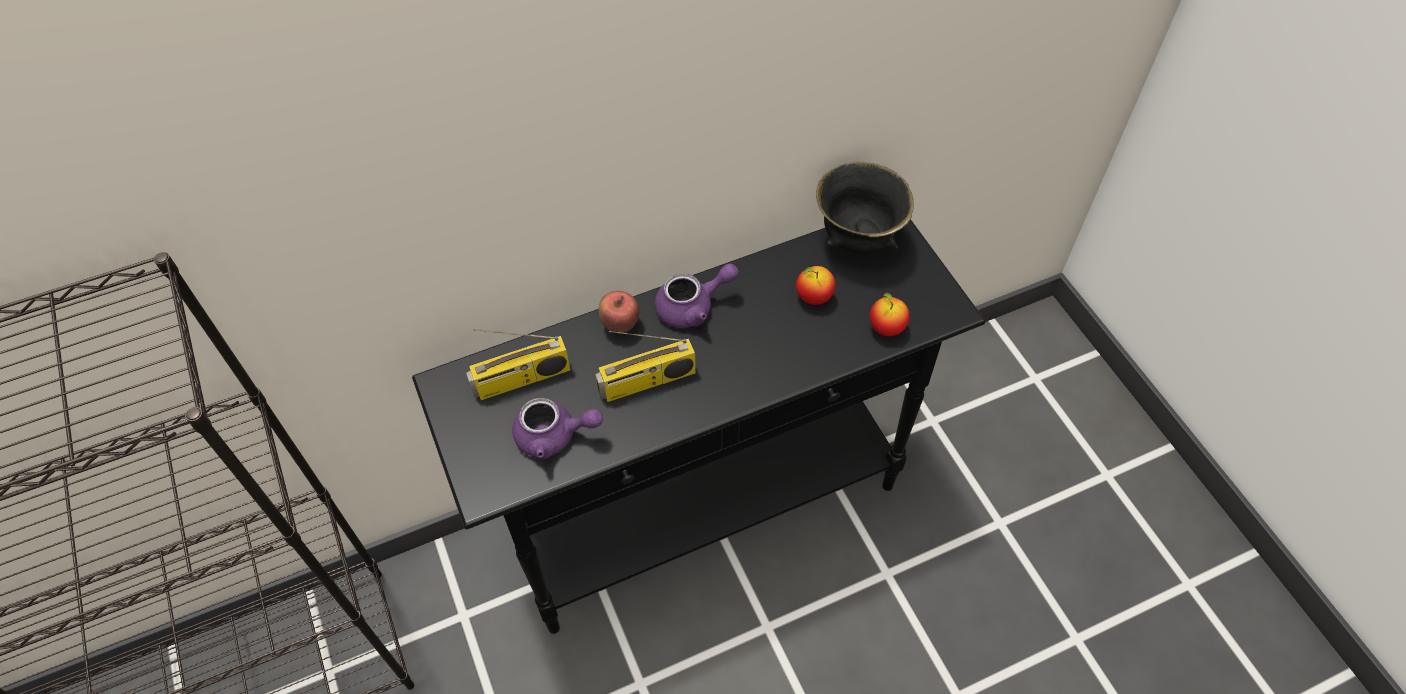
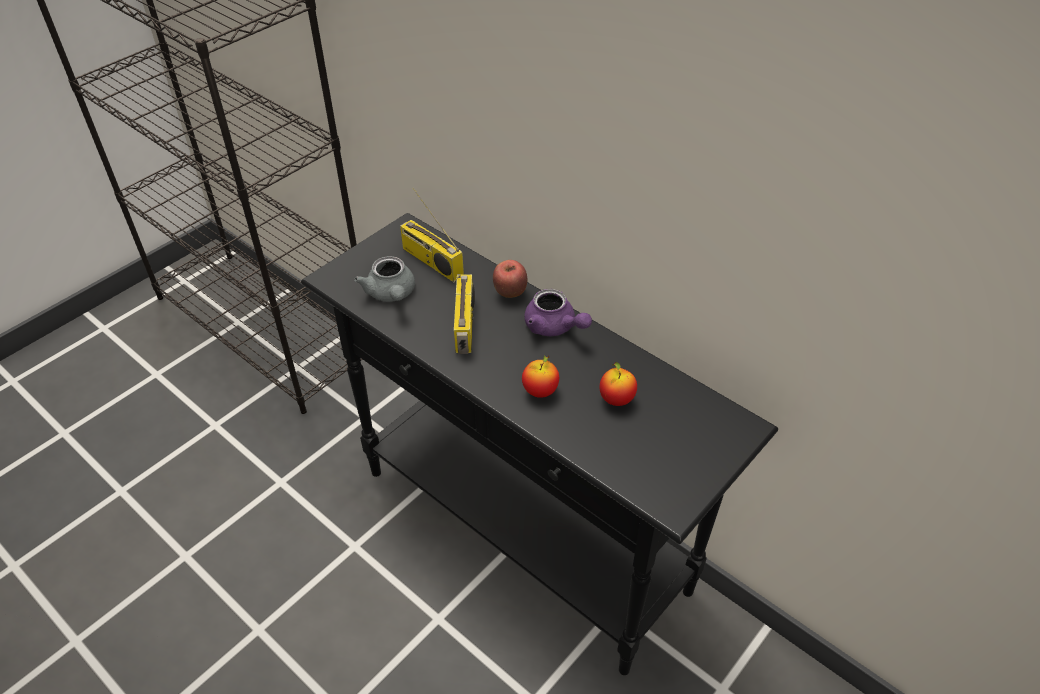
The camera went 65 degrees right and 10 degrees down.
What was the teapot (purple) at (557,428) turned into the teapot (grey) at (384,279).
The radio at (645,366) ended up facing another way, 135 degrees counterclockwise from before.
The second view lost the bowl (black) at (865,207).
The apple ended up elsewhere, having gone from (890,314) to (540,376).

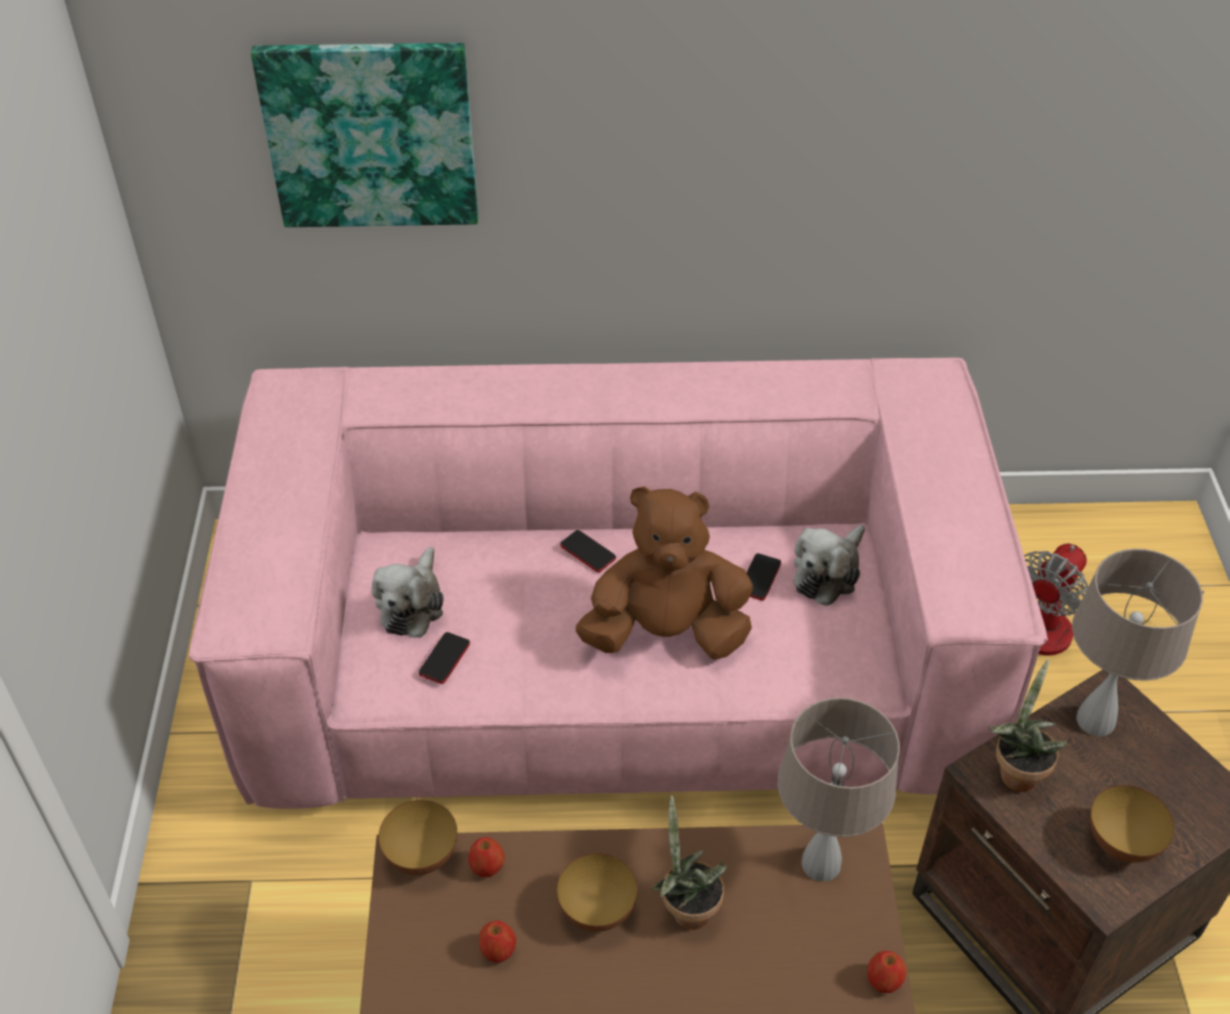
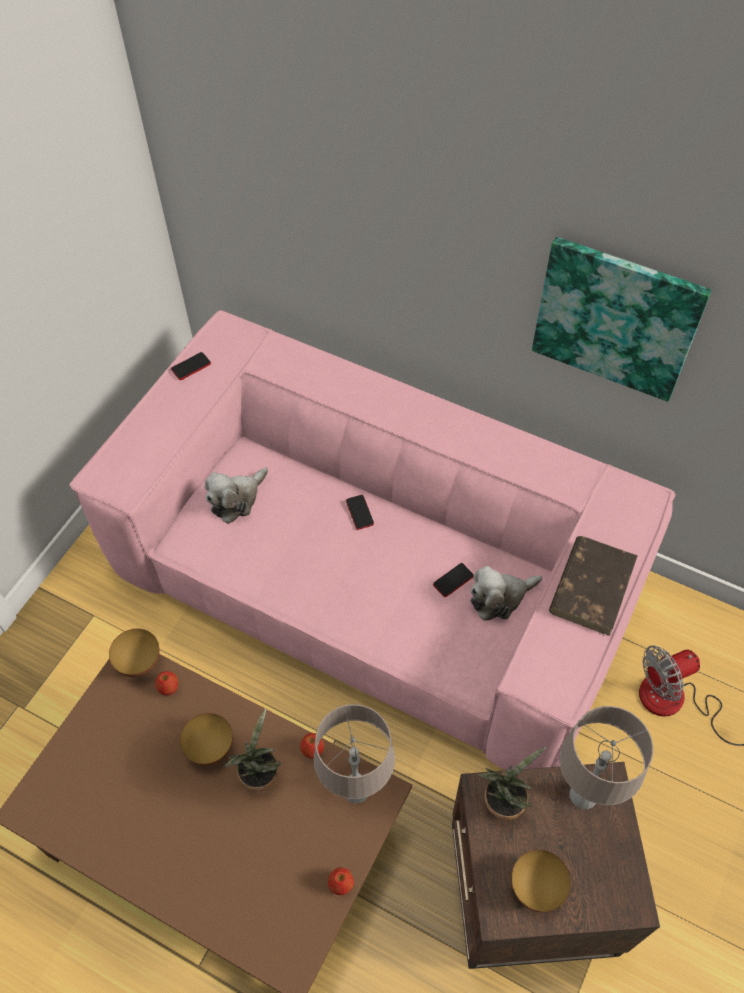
The camera went 30 degrees right and 10 degrees up.
The picture ended up elsewhere, having gone from (364,135) to (622,319).
The phone ended up elsewhere, having gone from (444,658) to (191,366).
The apple ended up elsewhere, having gone from (497,941) to (312,745).
The second view lost the plush toy (brown) at (664,573).
The second view gained the book (brown) at (593,586).

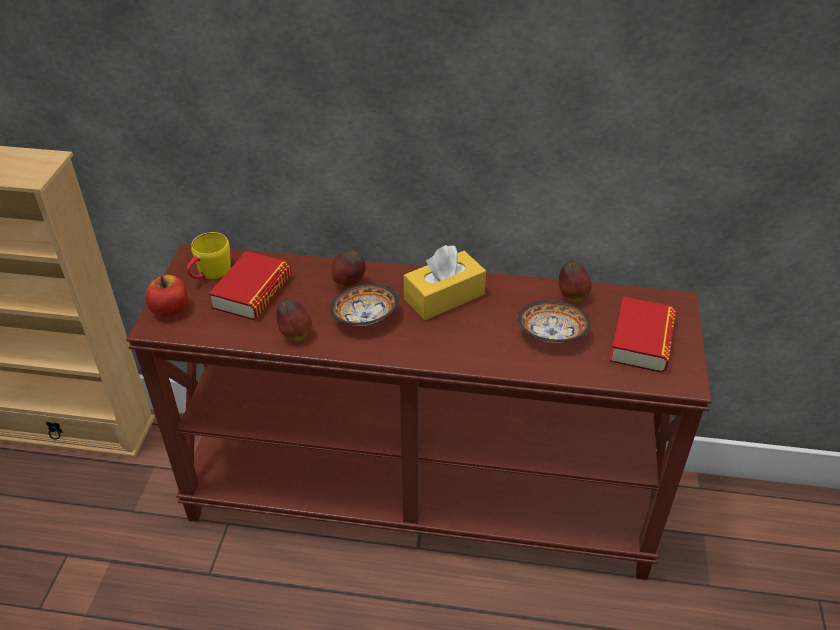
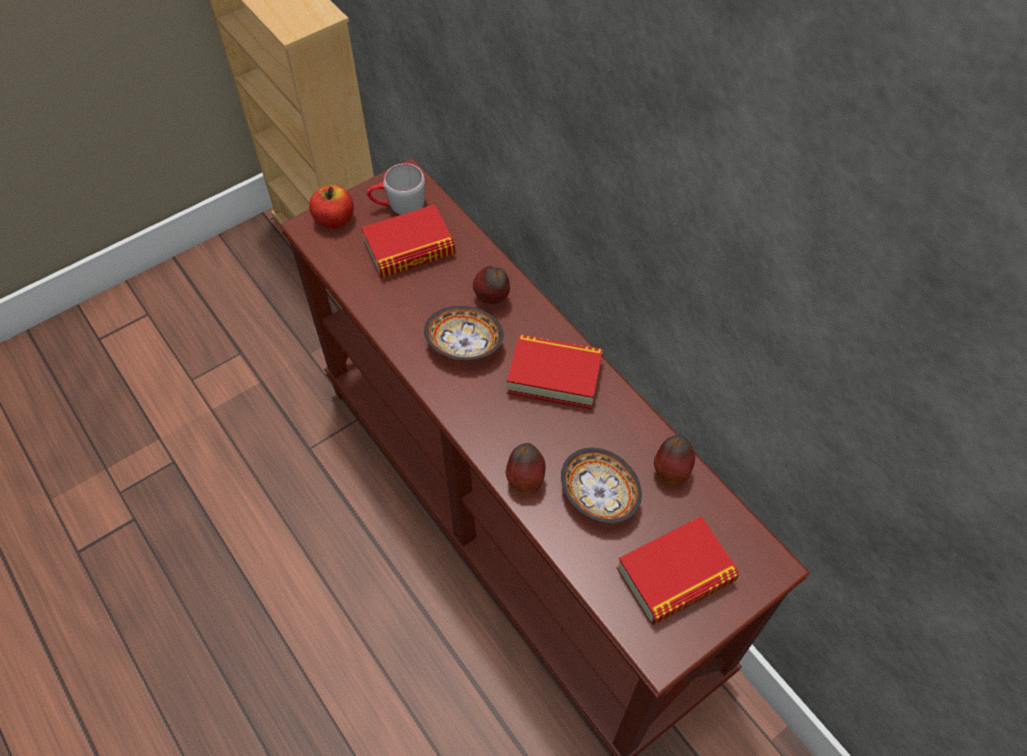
The camera went 45 degrees right and 15 degrees up.
What was the mug (yellow) at (208,255) turned into the mug (grey) at (396,189).
The apple ended up elsewhere, having gone from (294,320) to (526,468).
Where the tissue box (yellow) stood at (445,282), the book came to stand at (555,371).

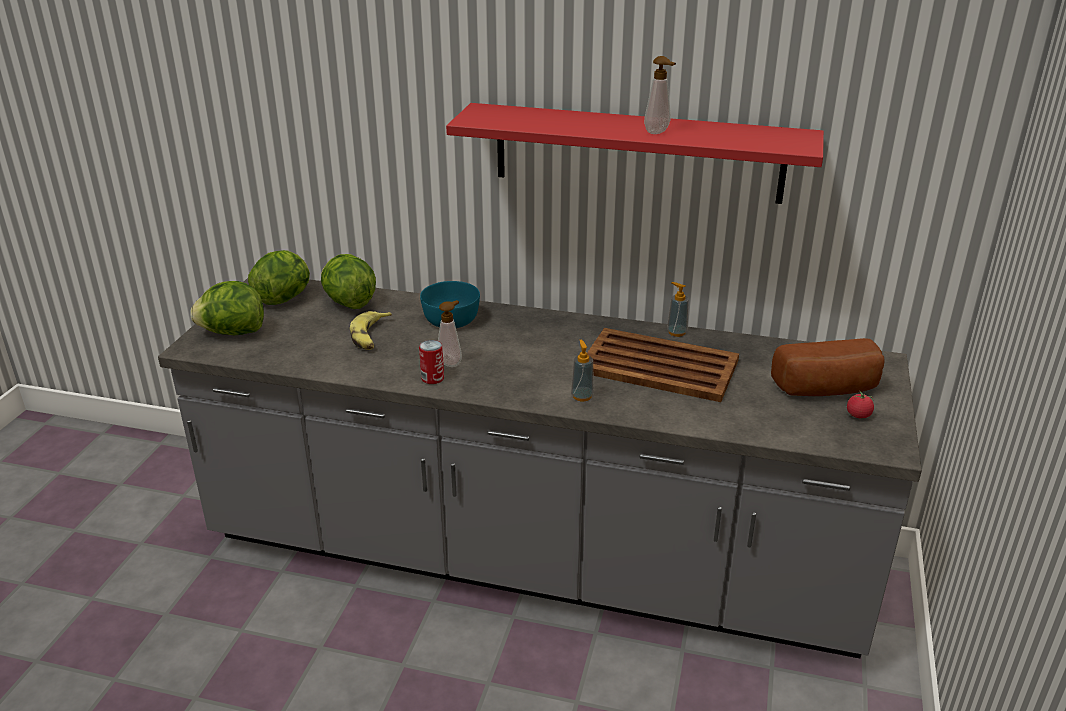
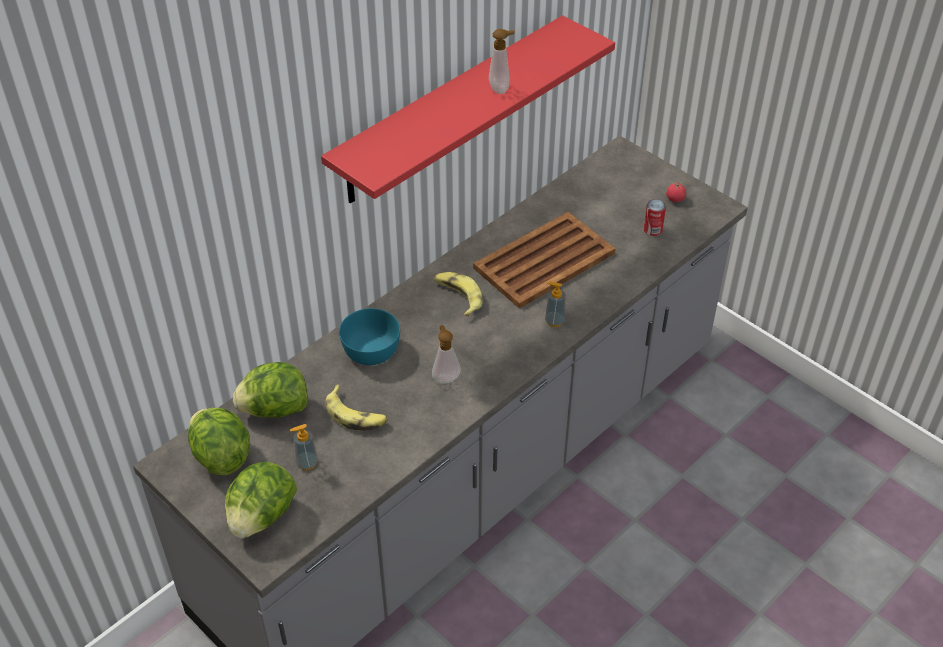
The camera went 60 degrees left and 15 degrees up.
The can ended up elsewhere, having gone from (431,362) to (654,217).
The soap dispenser ended up elsewhere, having gone from (678,309) to (304,447).
The second view lost the bread at (828,367).
The second view gained the banana at (458,294).

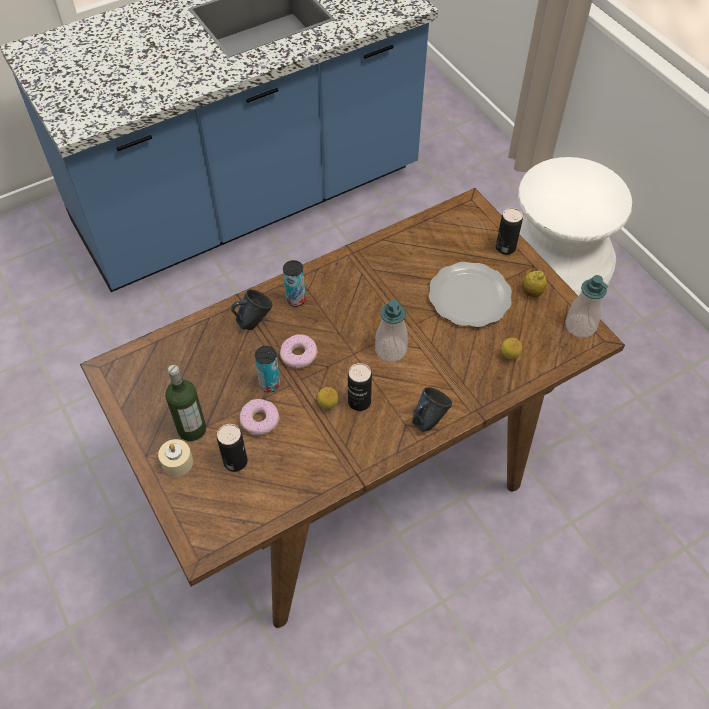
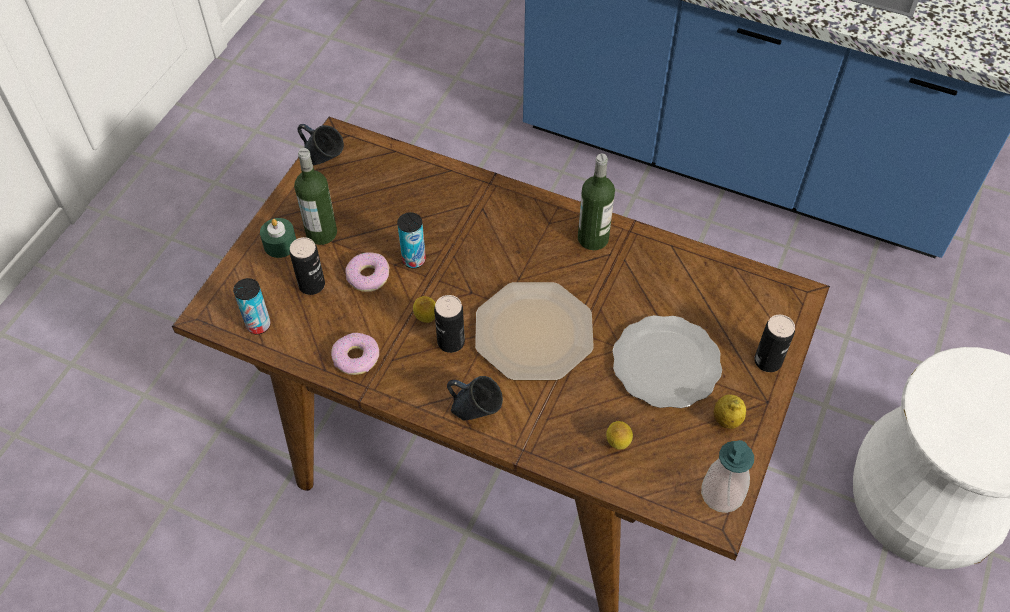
The camera went 55 degrees right and 0 degrees up.
What was the candle (beige) at (175,458) turned into the candle (green) at (278,238).
The mug (blue) ended up elsewhere, having gone from (252,309) to (320,144).
The donut ended up elsewhere, having gone from (299,351) to (355,354).
The can ended up elsewhere, having gone from (294,283) to (252,306).
Where the soap dispenser stood at (391,330), the plate came to stand at (534,331).
The second view gained the bottle at (596,202).

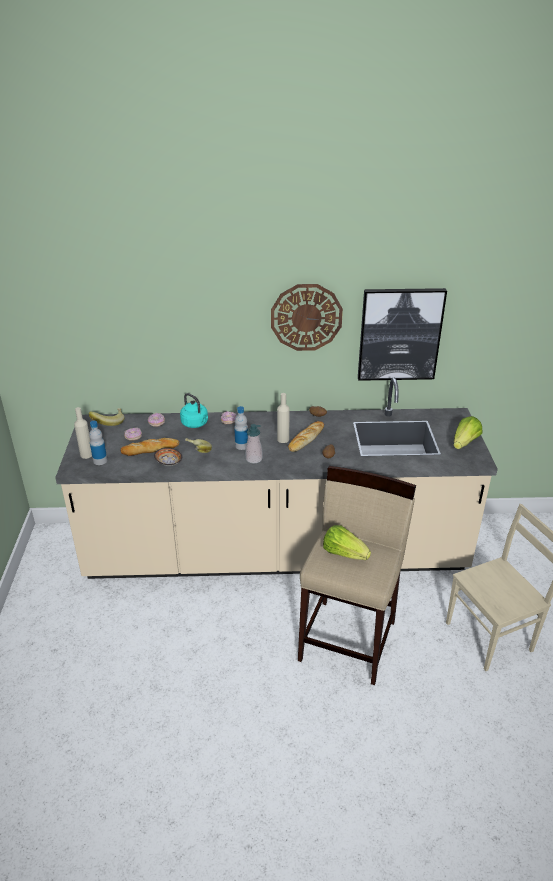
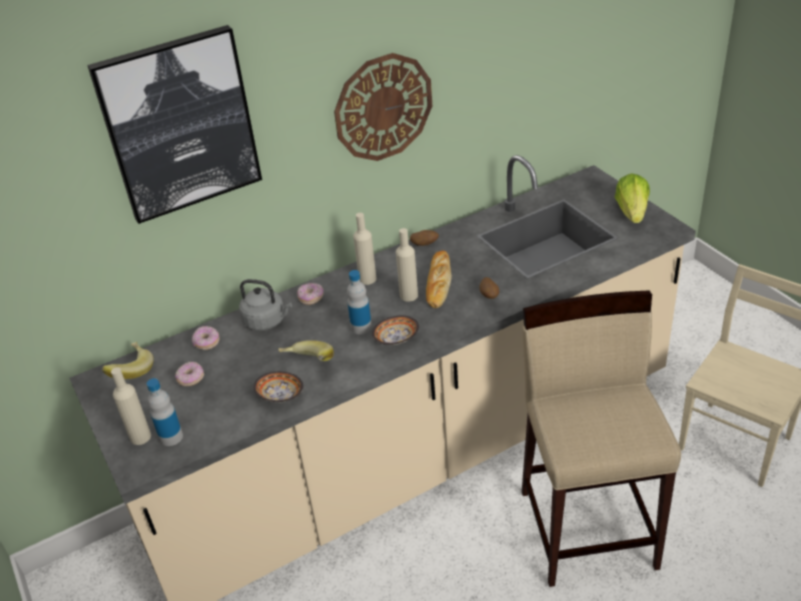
The camera went 25 degrees left and 5 degrees up.
The second view lost the bread at (150,447).
What was the kettle (turquoise) at (194,410) turned into the kettle (grey) at (265,305).
Where the soap dispenser stood at (254,444), the bowl came to stand at (395,330).
The second view lost the lettuce at (347,542).
The picture ended up elsewhere, having gone from (402,334) to (174,124).
The second view gained the bottle (beige) at (365,249).

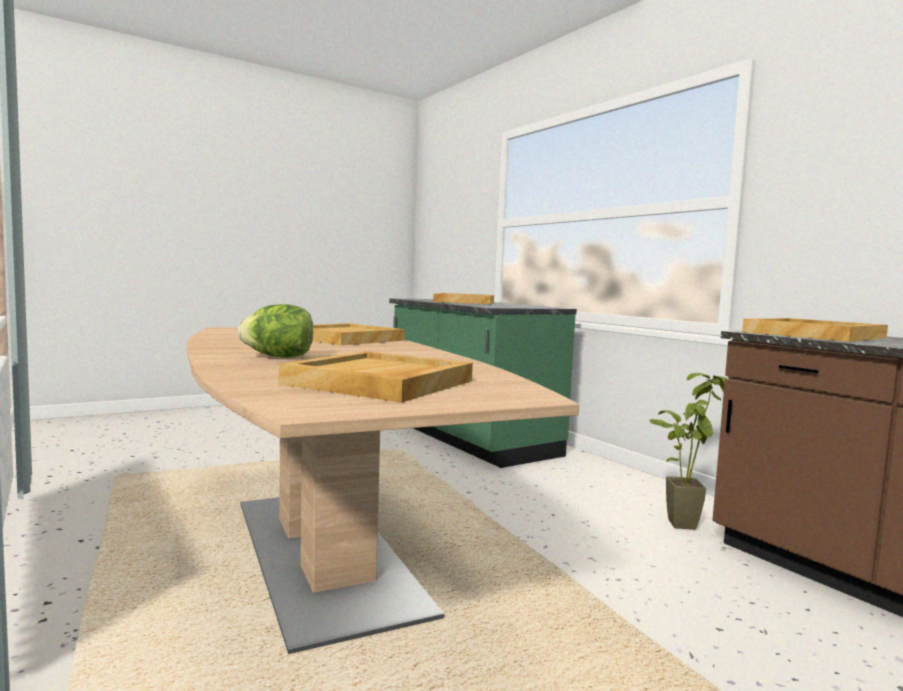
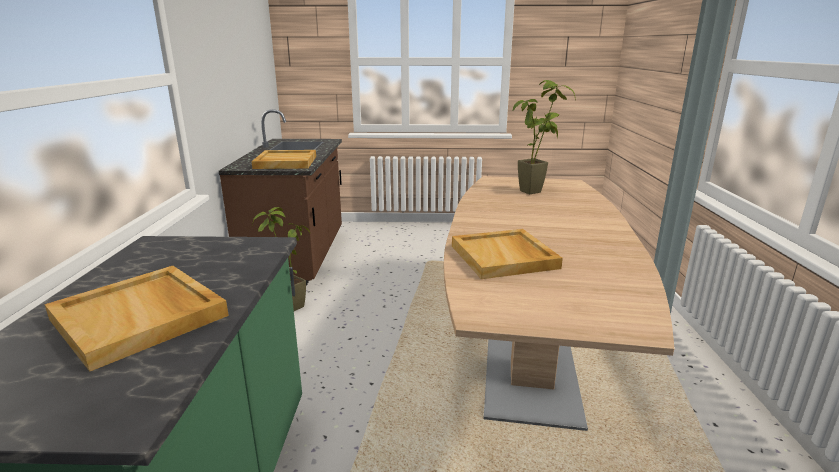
The camera went 145 degrees left and 15 degrees up.
The second view lost the lettuce at (275,331).
Where the tray (beige) stood at (376,377), the potted plant came to stand at (544,137).

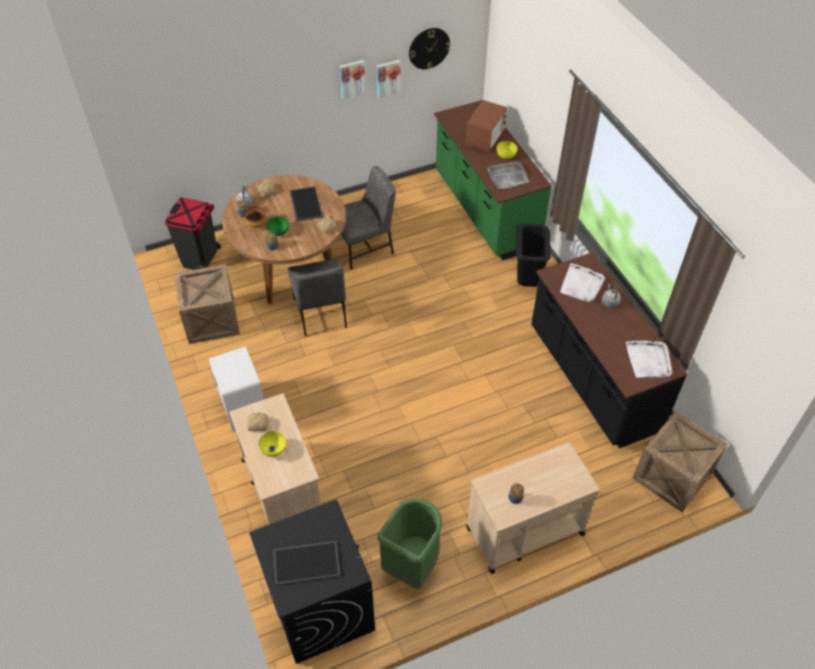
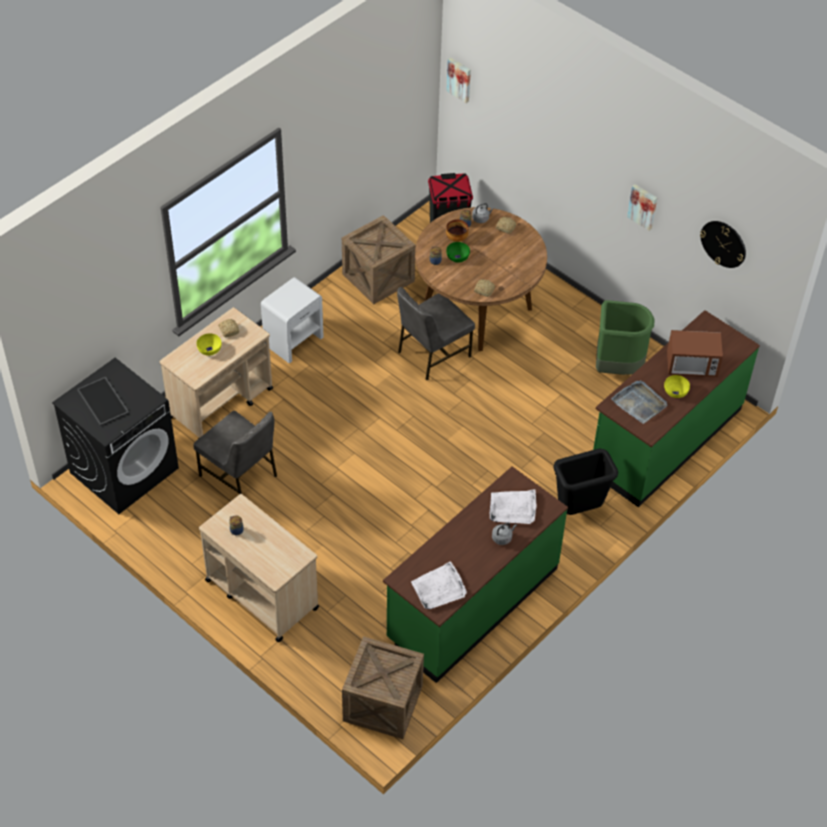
The camera went 65 degrees right and 0 degrees up.
The second view lost the tray at (306,203).
The chair (grey) ended up elsewhere, having gone from (368,218) to (235,452).
The picture ended up elsewhere, having gone from (388,79) to (458,80).
The trash can (green) ended up elsewhere, having gone from (410,544) to (625,337).
What was the counter (black) at (609,350) turned into the counter (green) at (475,574).

